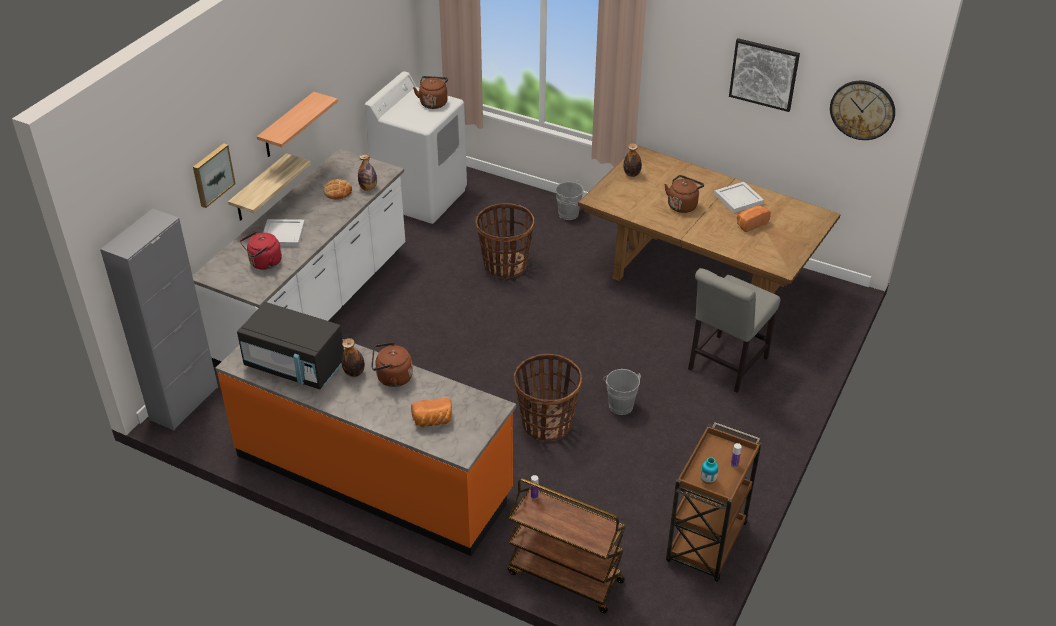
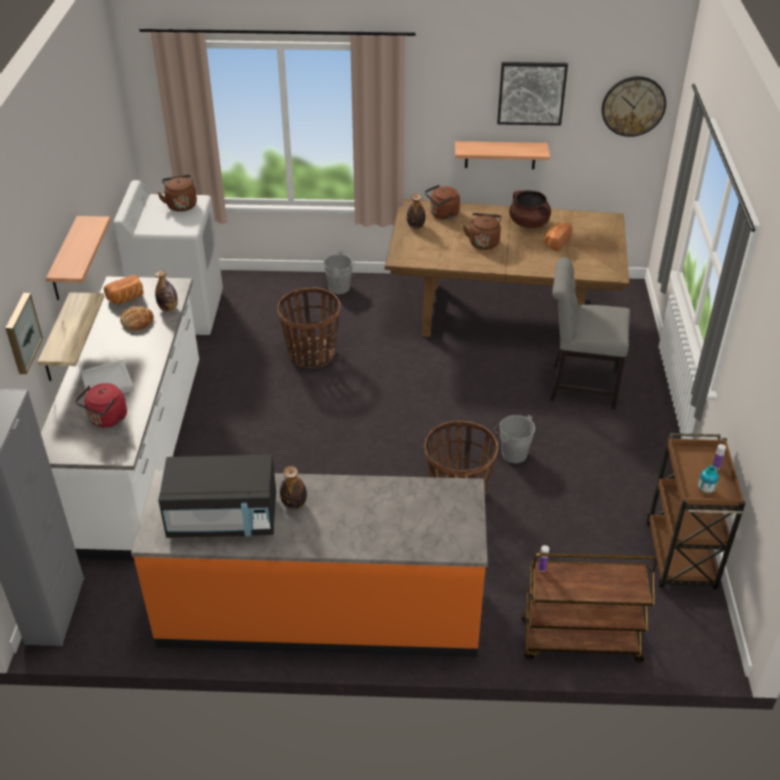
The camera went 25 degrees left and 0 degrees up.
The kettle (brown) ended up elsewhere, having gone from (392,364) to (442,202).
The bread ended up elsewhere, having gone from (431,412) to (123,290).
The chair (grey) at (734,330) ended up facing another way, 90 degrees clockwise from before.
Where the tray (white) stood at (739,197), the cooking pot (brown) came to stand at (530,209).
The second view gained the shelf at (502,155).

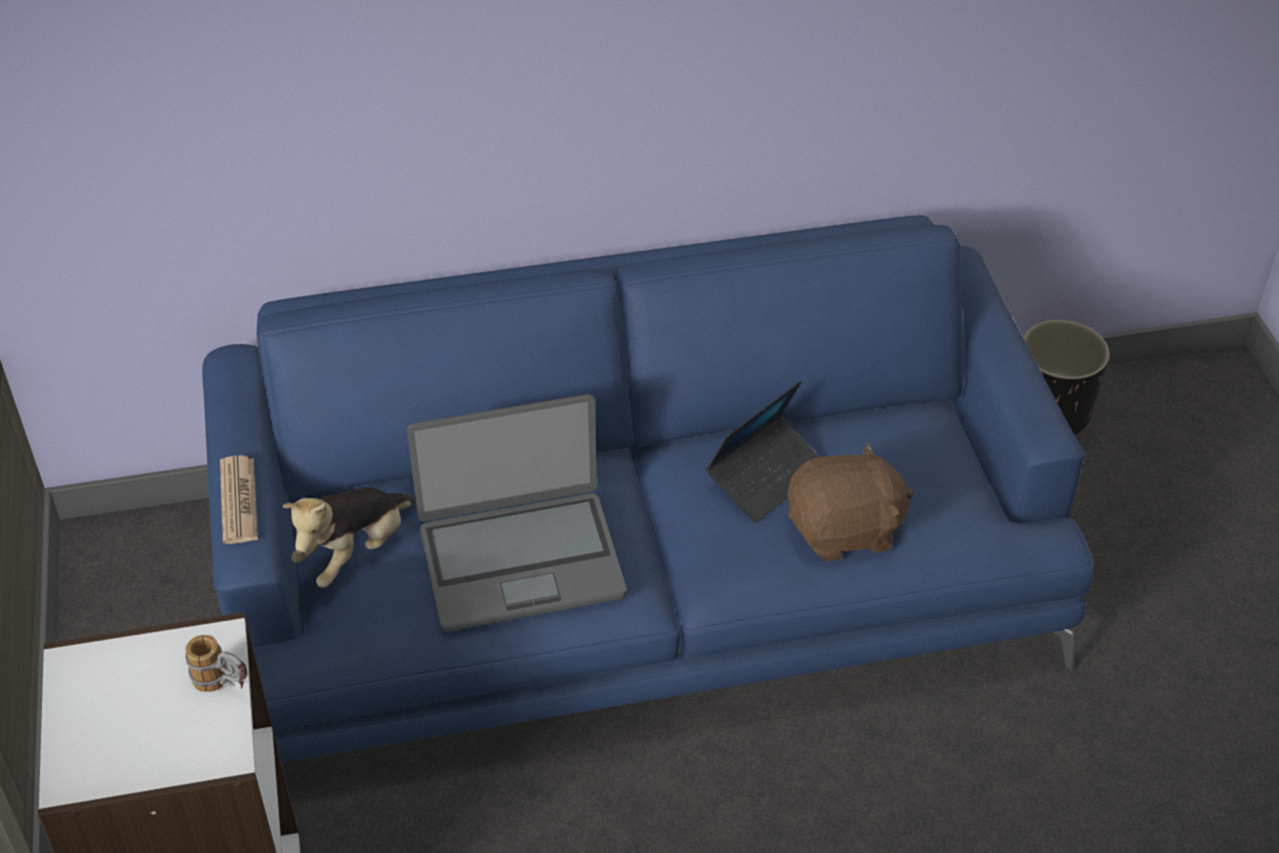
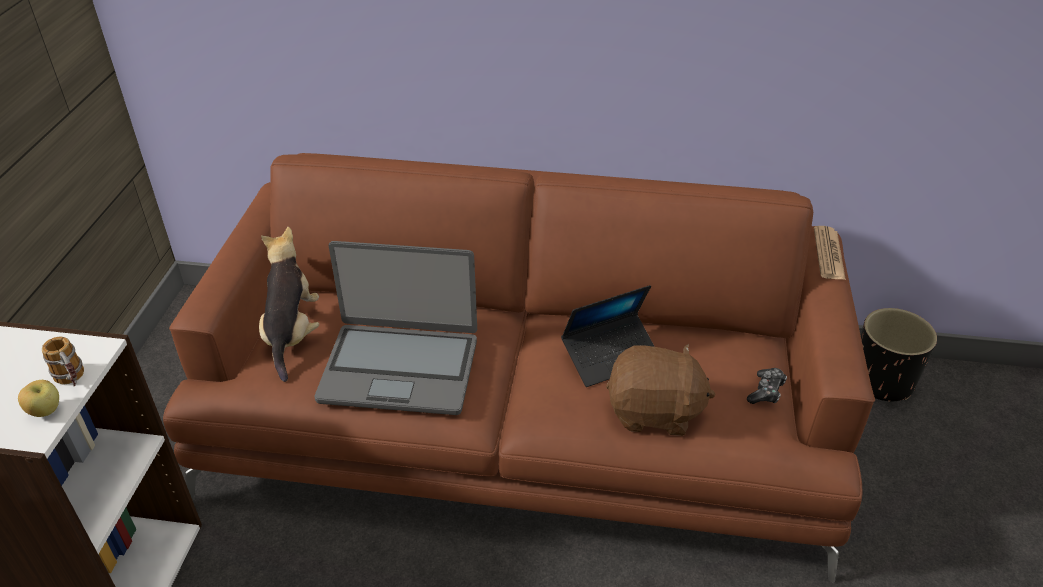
The camera went 20 degrees right and 5 degrees down.
What was the sofa (blue) at (648,488) turned into the sofa (brown) at (519,368).
The newspaper ended up elsewhere, having gone from (239,499) to (830,253).
The plush toy at (349,537) ended up facing another way, 120 degrees clockwise from before.
The second view gained the apple at (38,398).
The second view gained the game controller at (767,386).

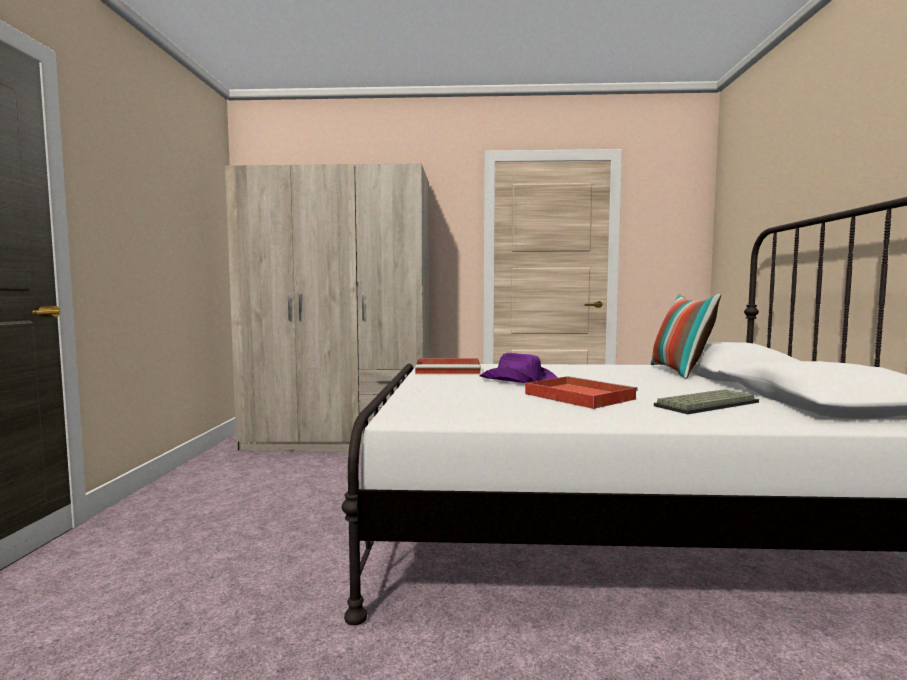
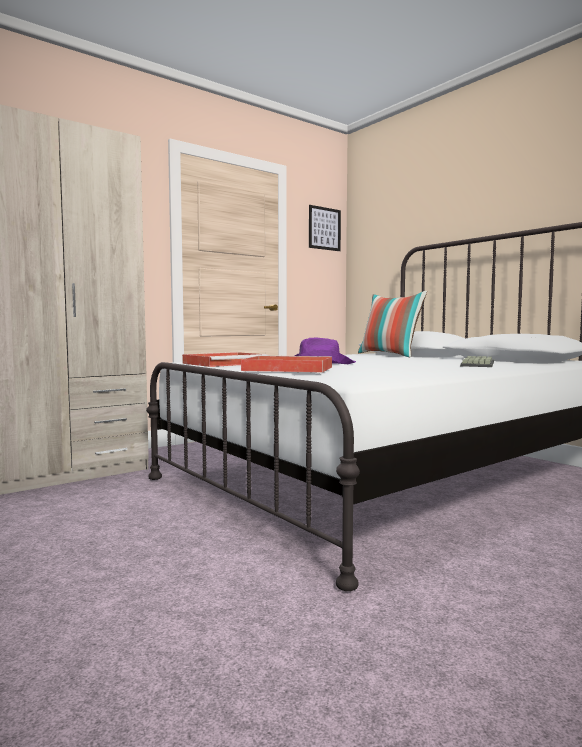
The camera went 40 degrees left and 0 degrees up.
The tray (red) ended up elsewhere, having gone from (581,392) to (286,364).
The second view gained the picture at (325,228).

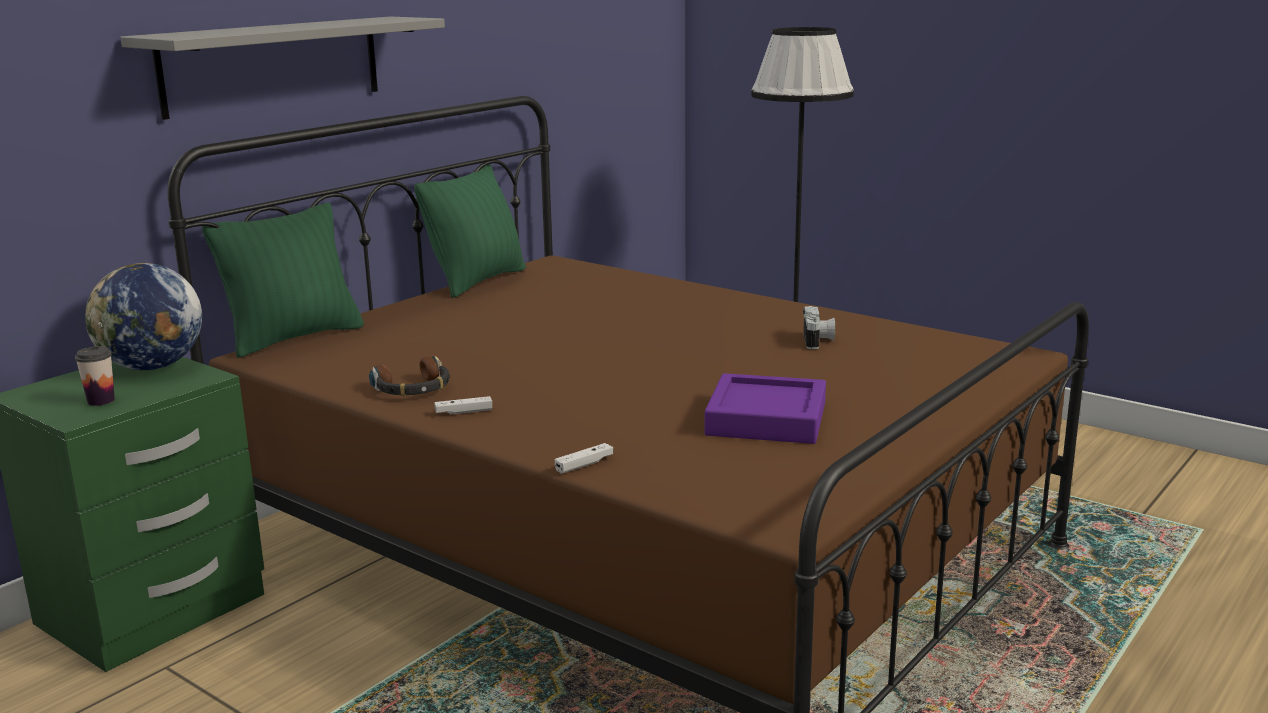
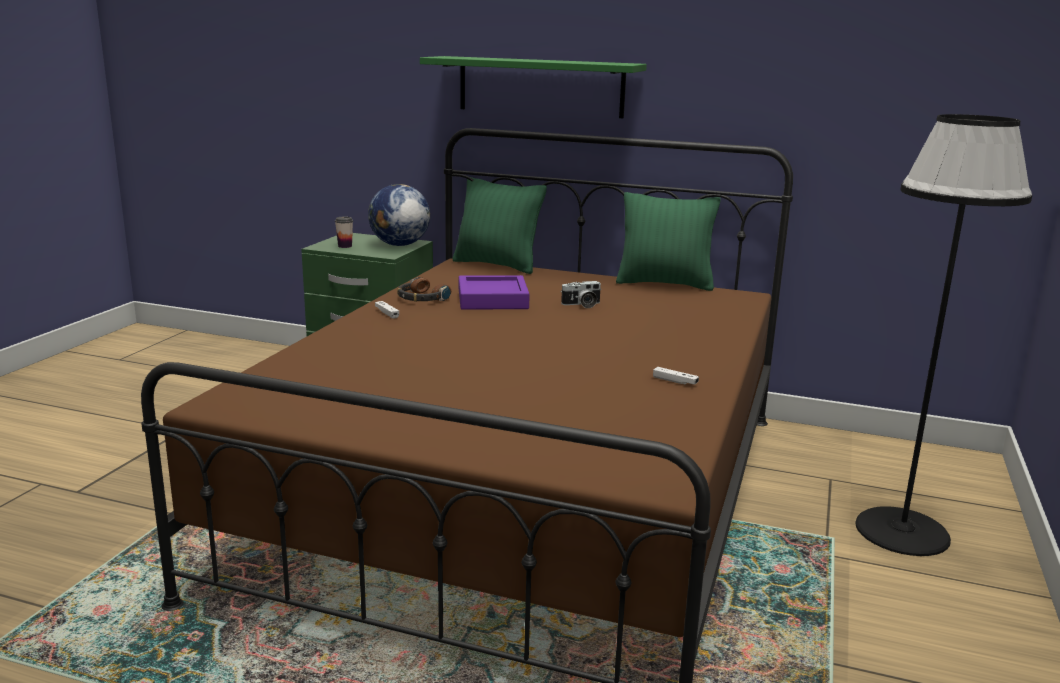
The camera went 70 degrees right and 0 degrees up.
What was the shelf (grey) at (282,68) turned into the shelf (green) at (533,87).
The game controller (white) ended up elsewhere, having gone from (584,458) to (676,376).
The tray (purple) ended up elsewhere, having gone from (765,408) to (494,292).
The photo camera ended up elsewhere, having gone from (819,327) to (581,294).

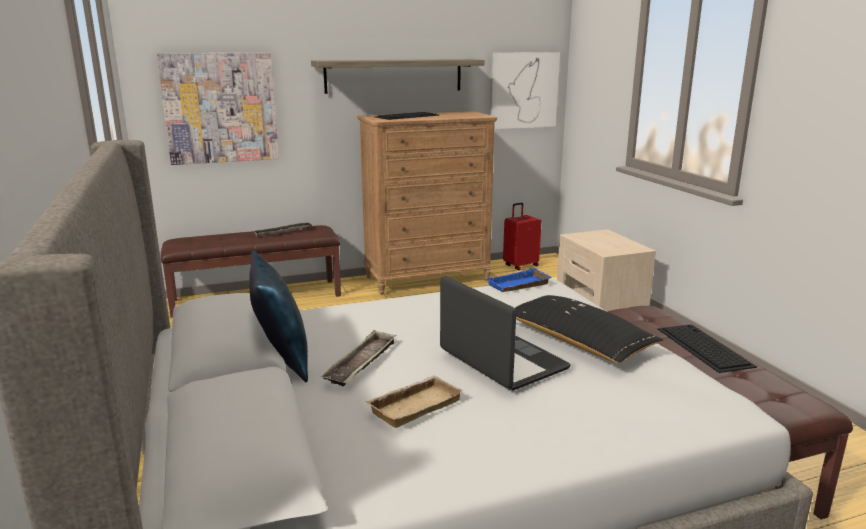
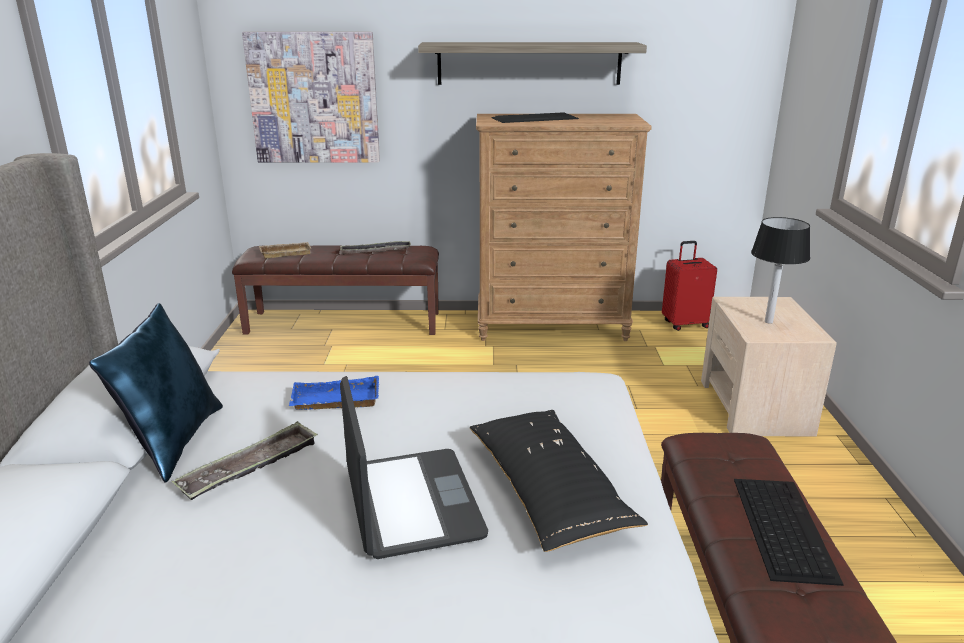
The camera went 20 degrees right and 5 degrees up.
The tray (beige) ended up elsewhere, having gone from (414,402) to (285,250).
The tray (blue) ended up elsewhere, having gone from (519,280) to (334,393).
The second view lost the picture at (525,91).
The second view gained the table lamp at (780,270).

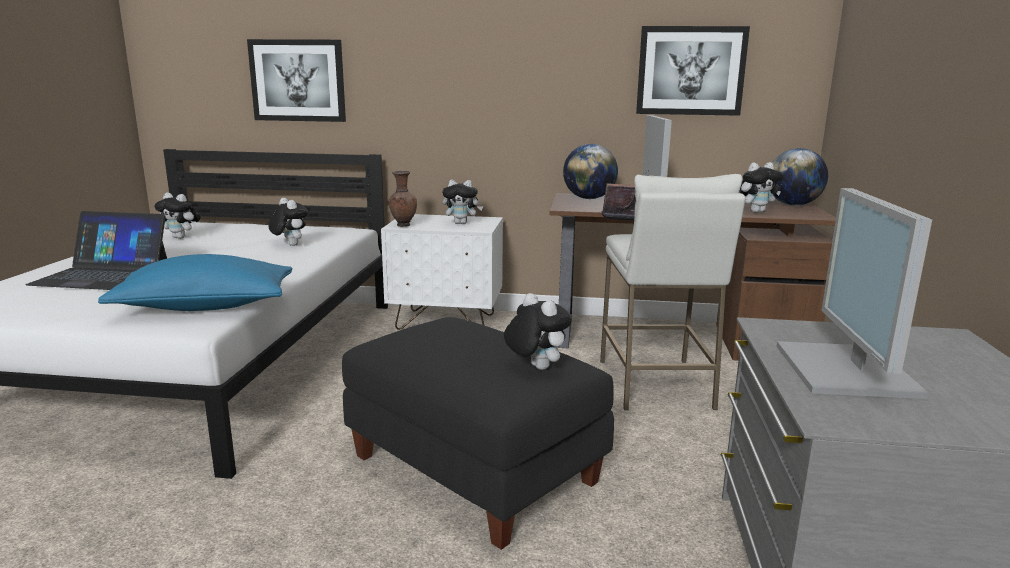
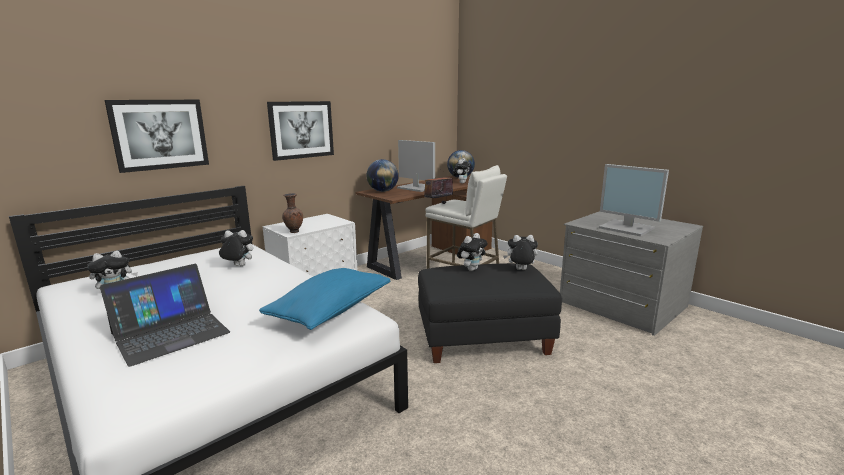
The camera went 50 degrees left and 0 degrees up.
The plush toy ended up elsewhere, having gone from (462,201) to (472,252).
The picture ended up elsewhere, having gone from (693,71) to (300,131).

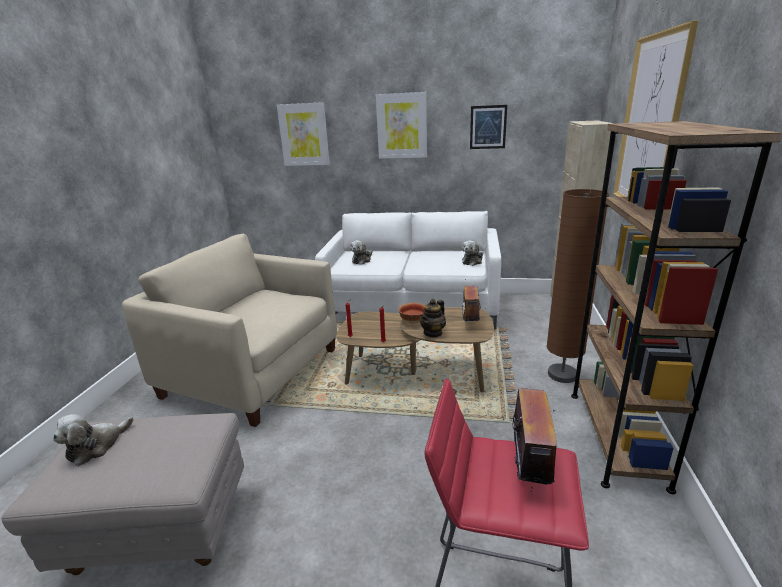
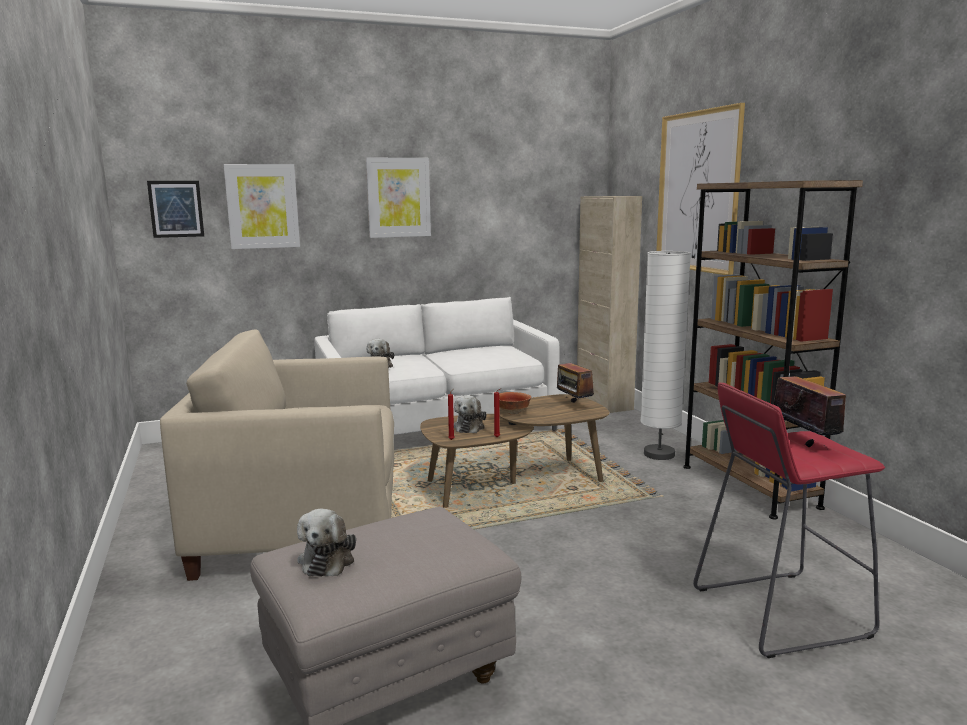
The camera went 30 degrees left and 10 degrees down.
The second view lost the teapot at (433,318).
The plush toy ended up elsewhere, having gone from (473,253) to (470,414).
The picture ended up elsewhere, having gone from (488,127) to (175,209).
What was the floor lamp (brown) at (578,286) turned into the floor lamp (white) at (665,355).

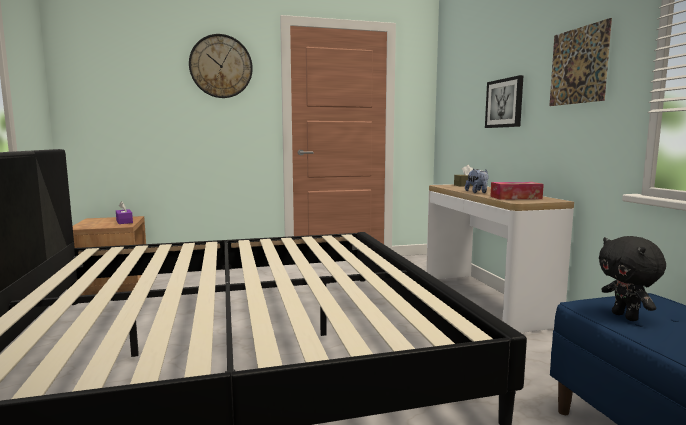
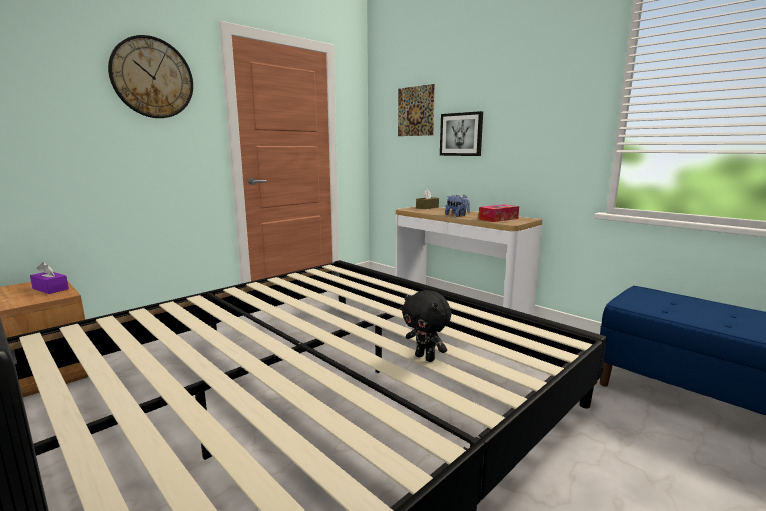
The camera went 30 degrees left and 5 degrees up.
The picture ended up elsewhere, having gone from (580,62) to (416,110).
The plush toy (black) ended up elsewhere, having gone from (632,278) to (426,326).

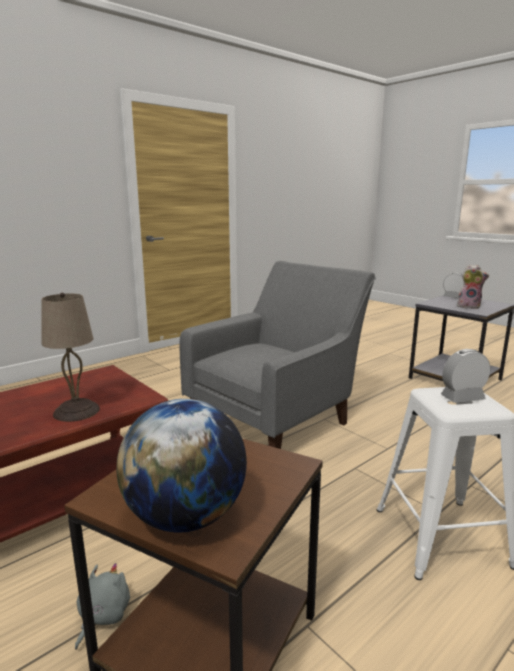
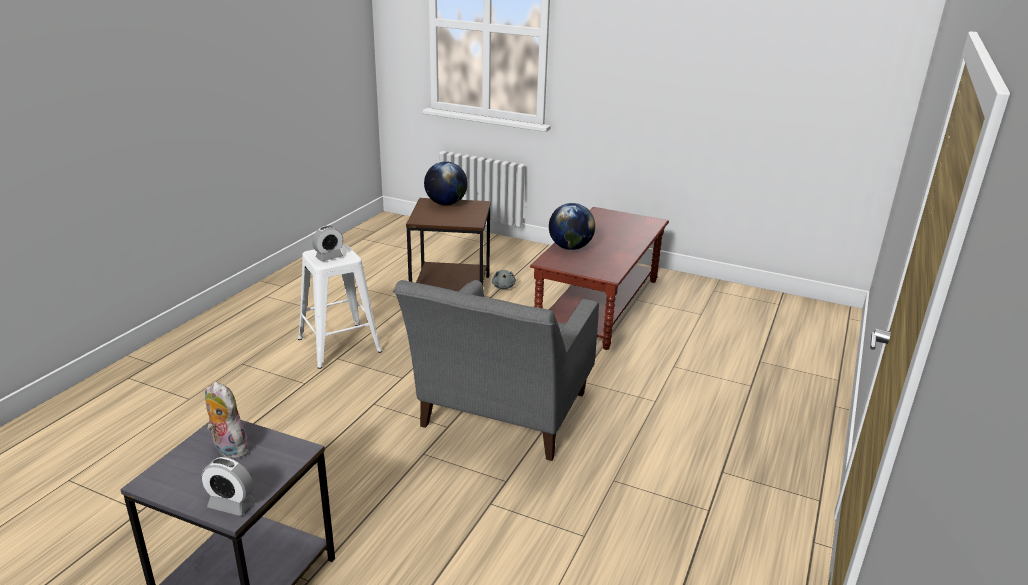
The camera went 155 degrees right and 10 degrees up.
Where the table lamp (beige) stood at (70,357), the globe came to stand at (572,226).
The plush toy at (473,286) ended up facing another way, 45 degrees clockwise from before.

